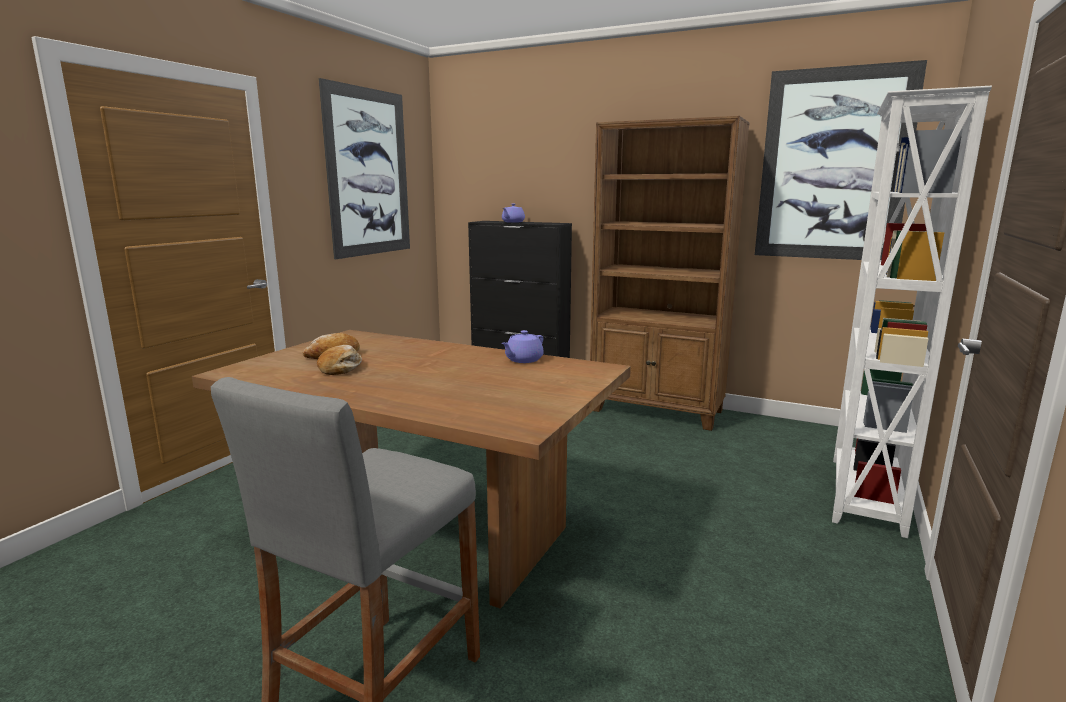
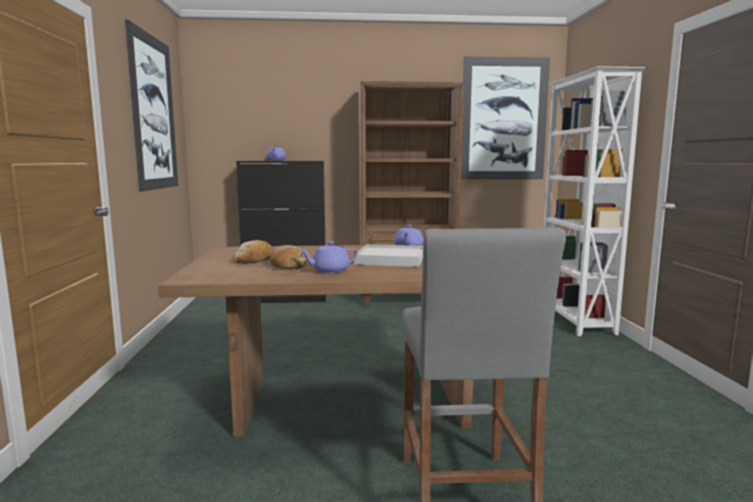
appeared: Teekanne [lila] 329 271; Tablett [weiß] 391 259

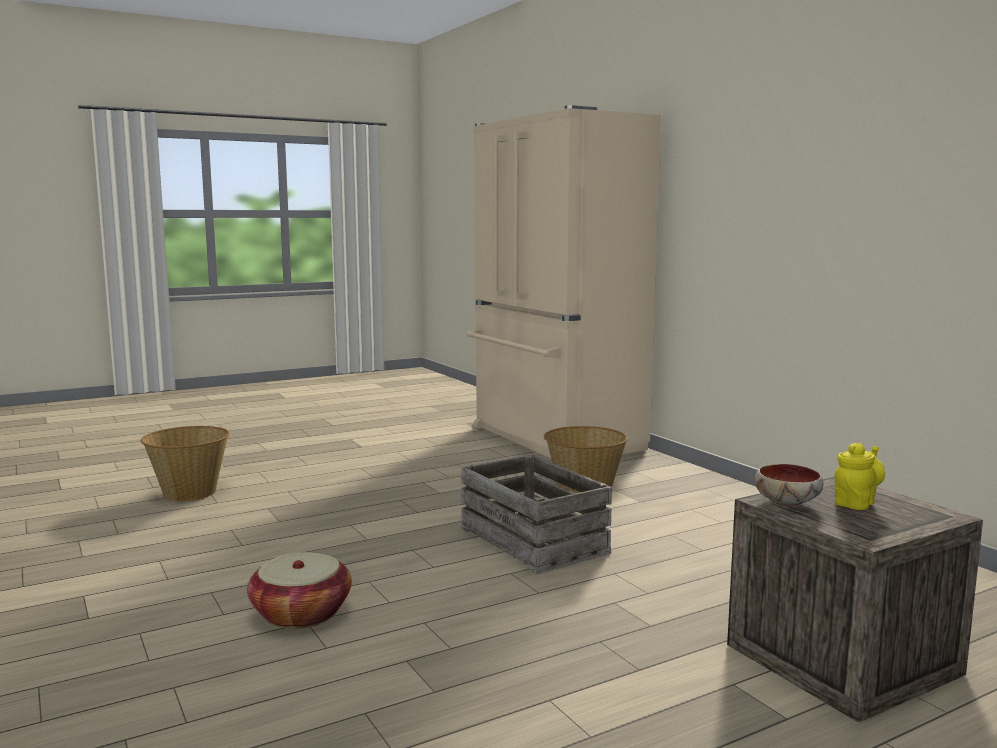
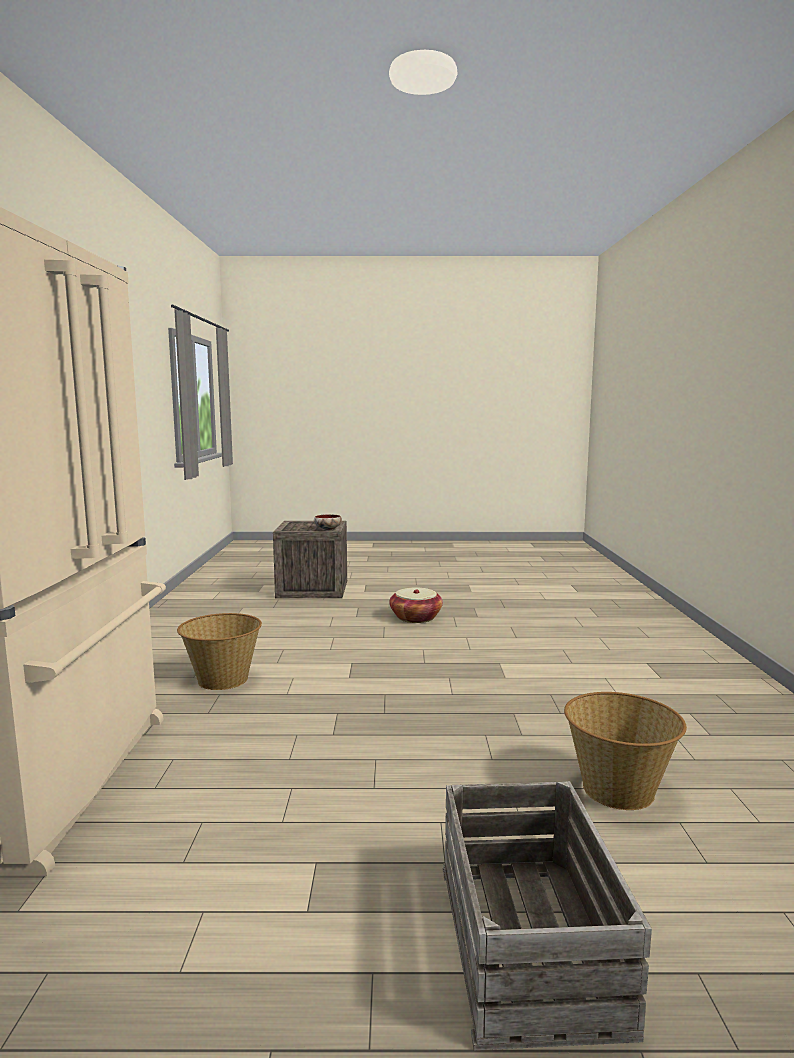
missing: Teekanne [gelb] 856 503
relocated: Kiste 532 541 to 530 943; Korb 301 614 to 415 618

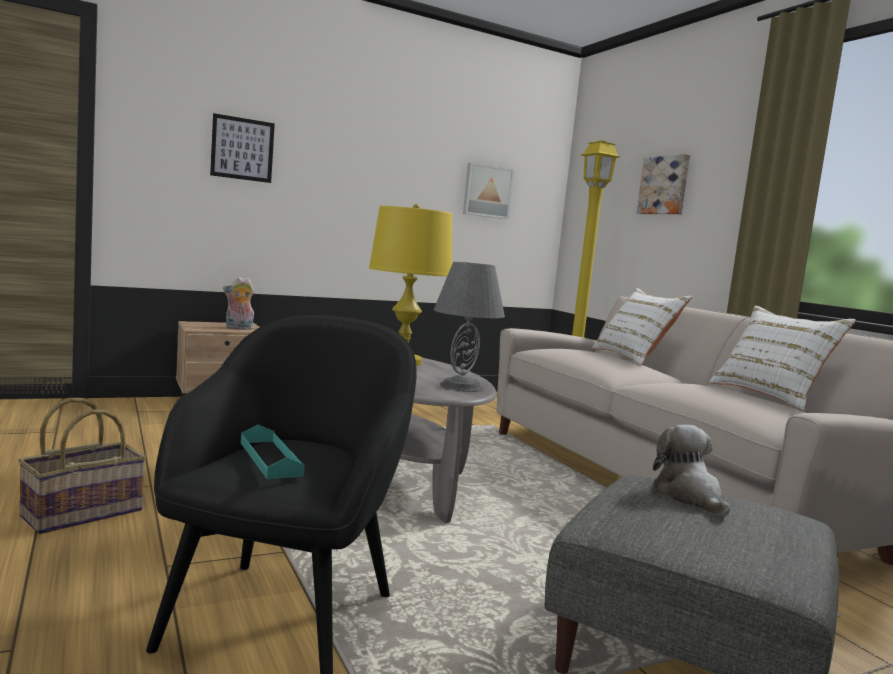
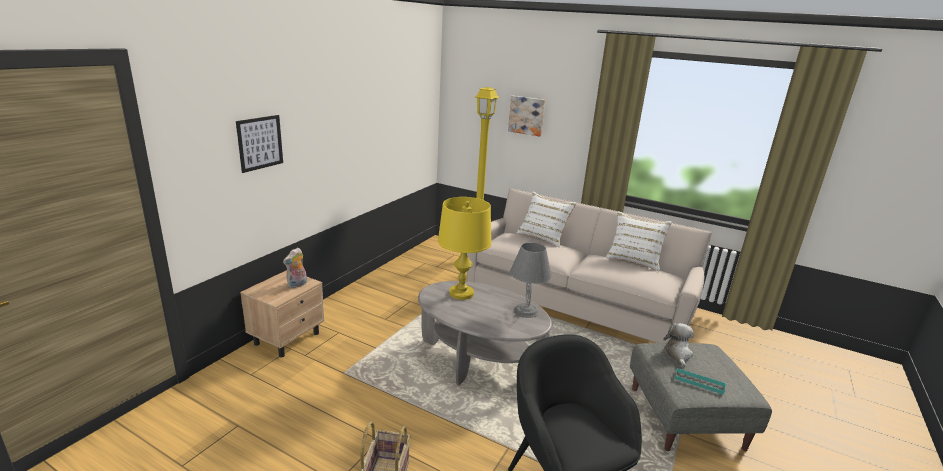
missing: Bild 487 191
relocated: Tablett [türkis] 270 458 to 699 382
spun: Plüschtier 689 497 = 678 354 60 degrees clockwise

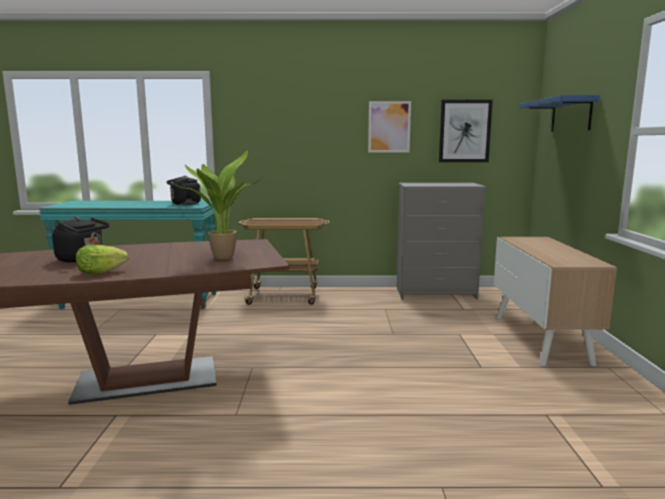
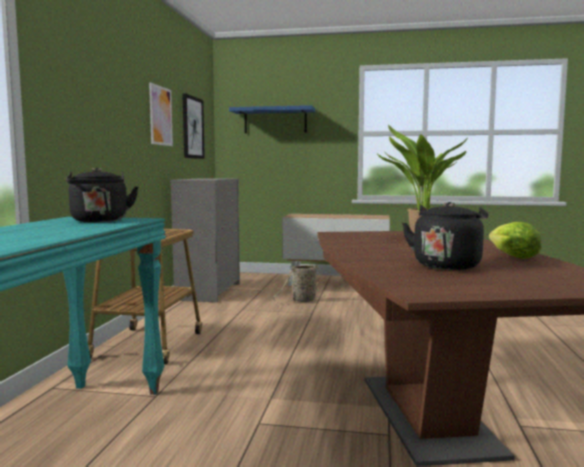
appeared: Korb 302 300

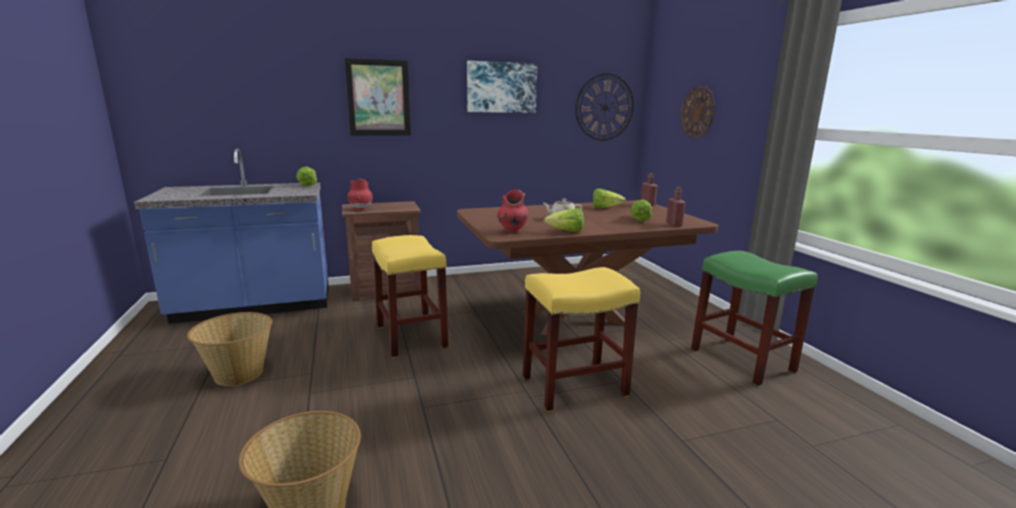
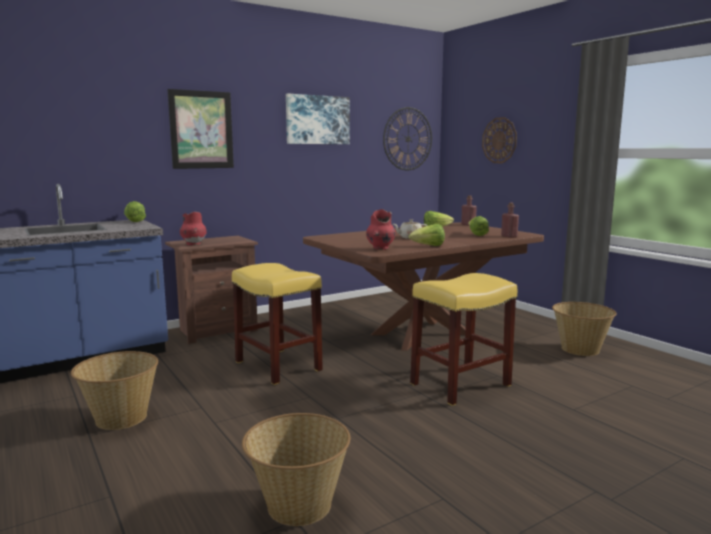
exchanged: Hocker [grün] 740 360 to Korb 580 349

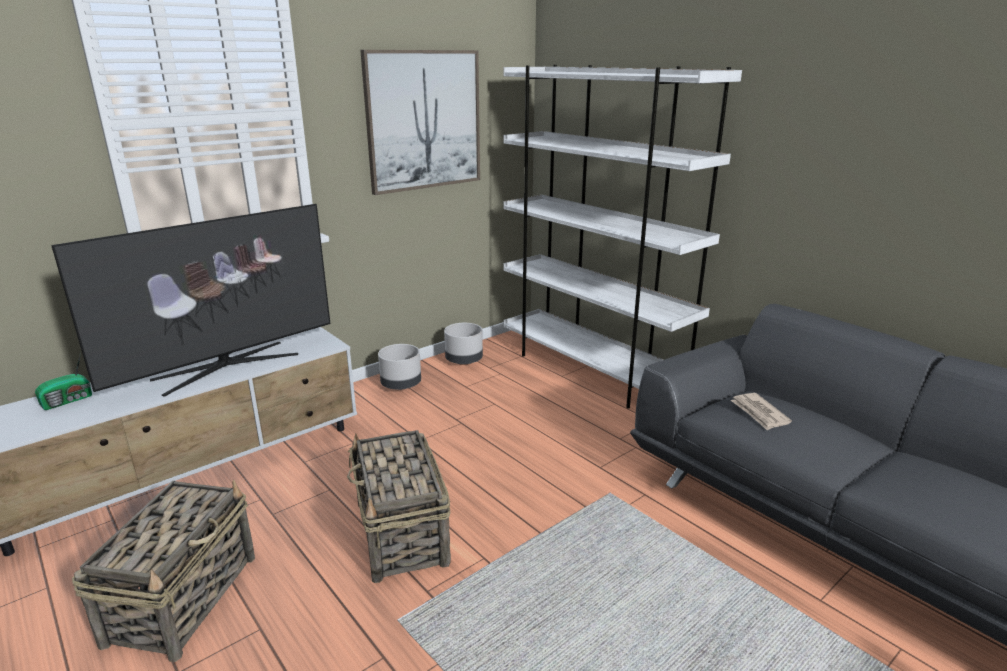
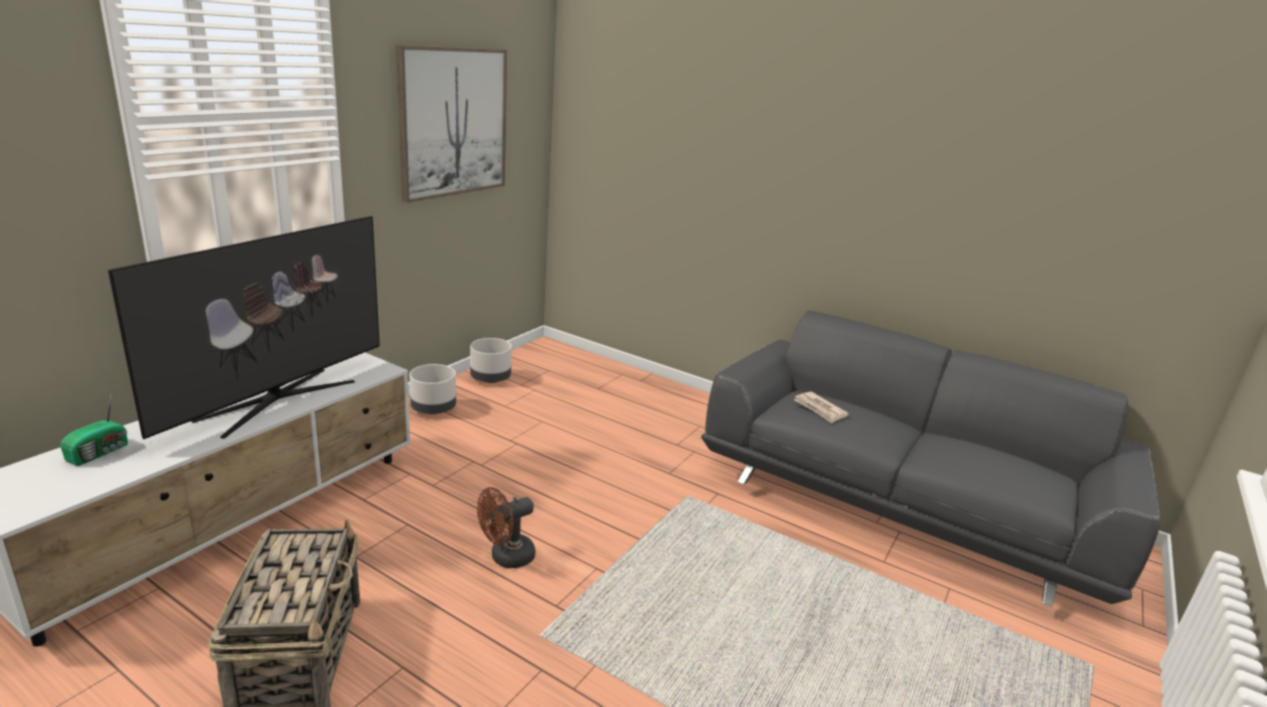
missing: Bücherregal [weiß] 592 371
exchanged: Korb 401 534 to Ventilator [braun] 506 558

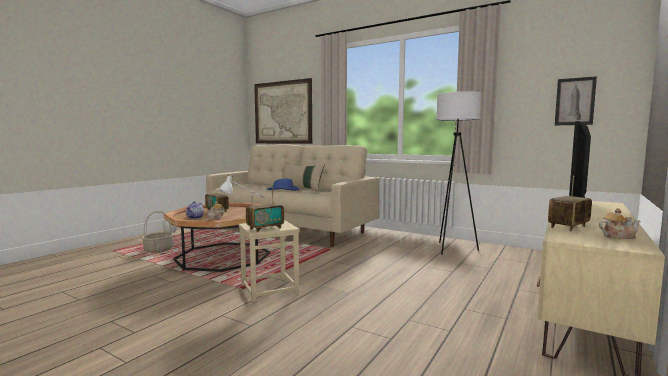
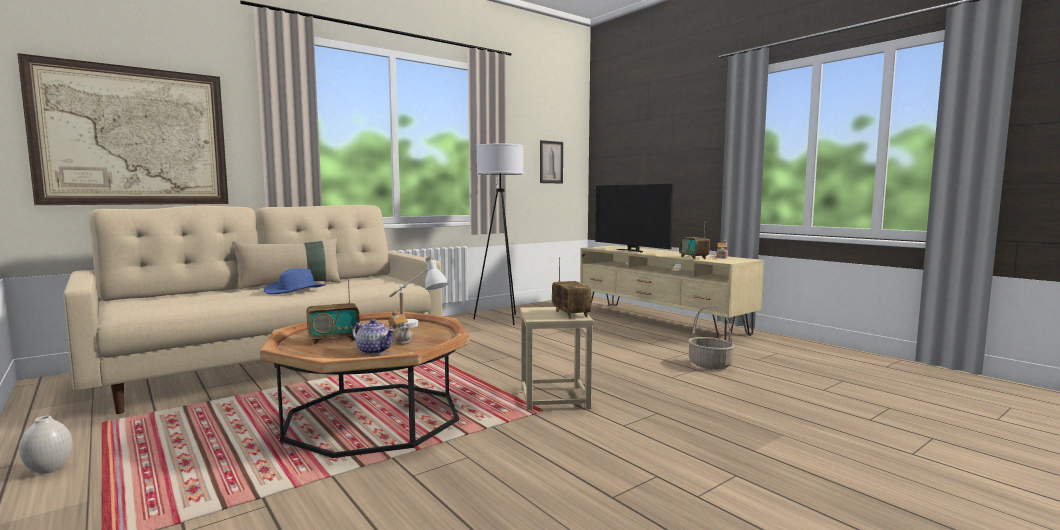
relocated: Korb 158 250 to 710 365

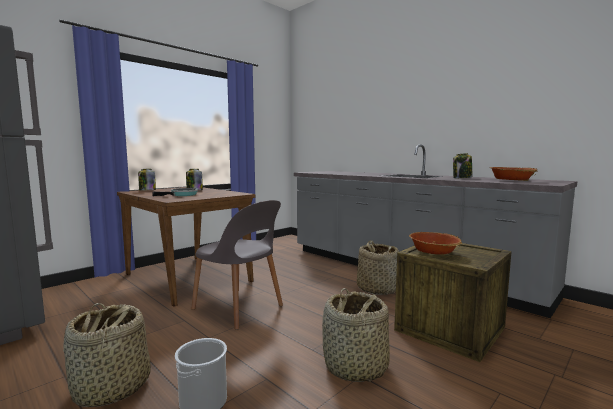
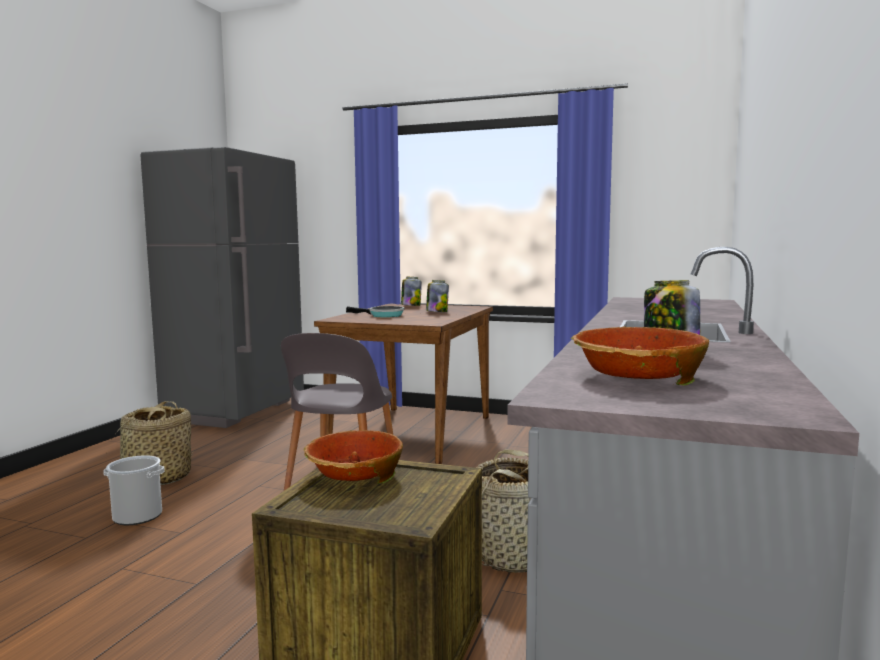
missing: Korb 355 367

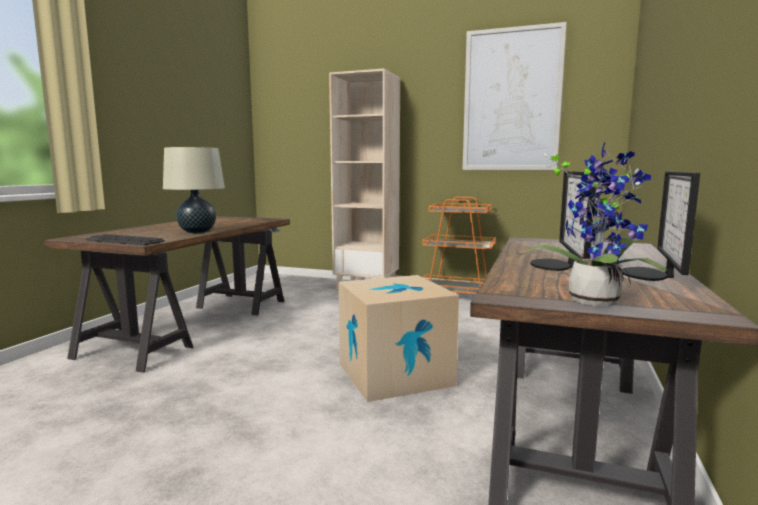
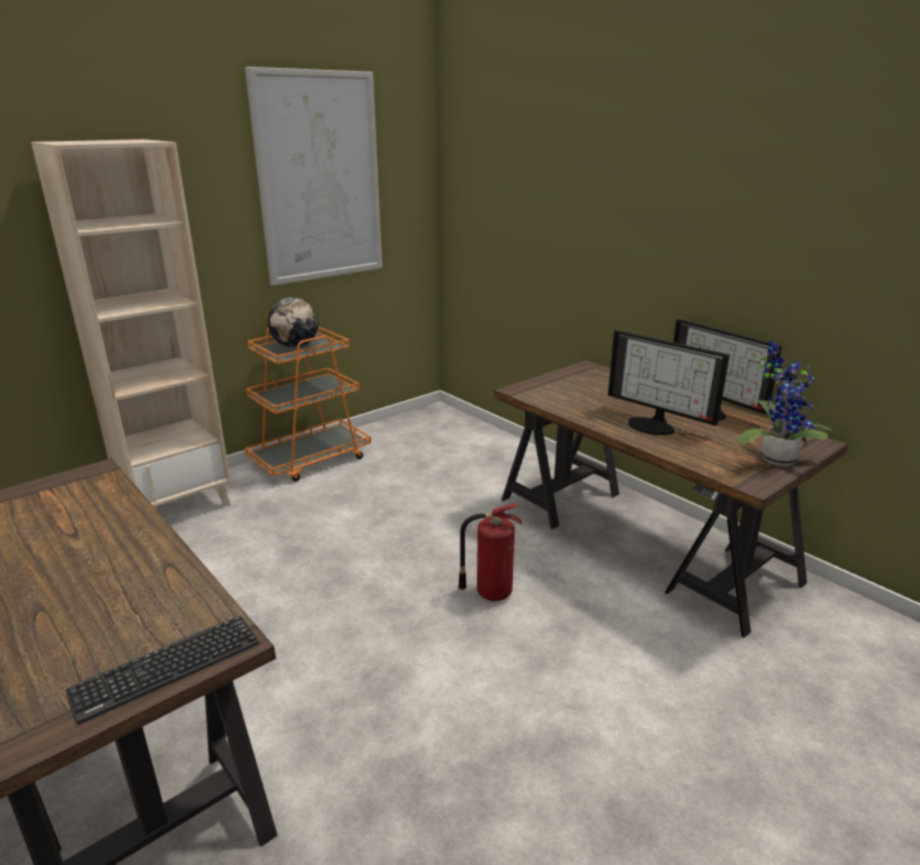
missing: Tischlampe [beige] 197 231
appeared: Globus 296 346
exchanged: Karton 394 374 to Feuerlöscher 491 592

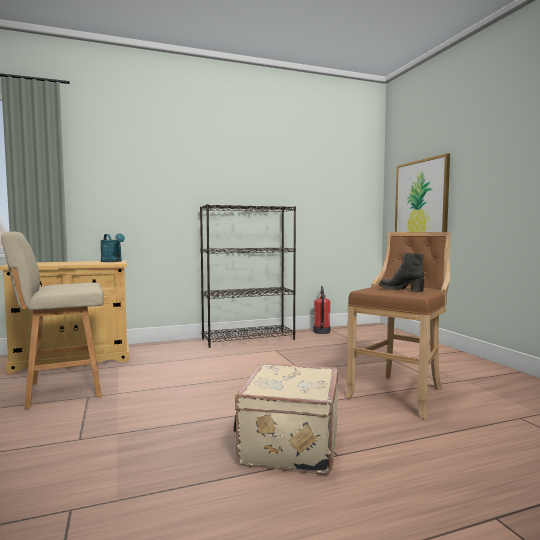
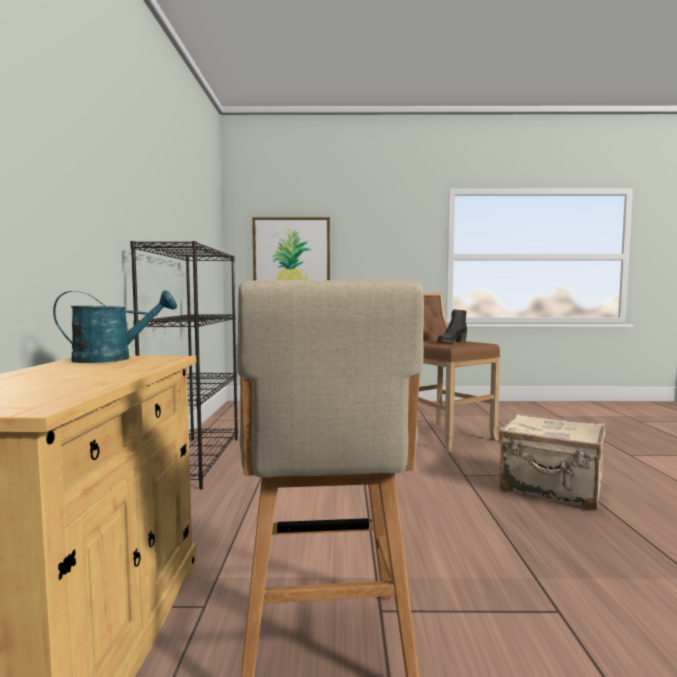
missing: Feuerlöscher 321 332

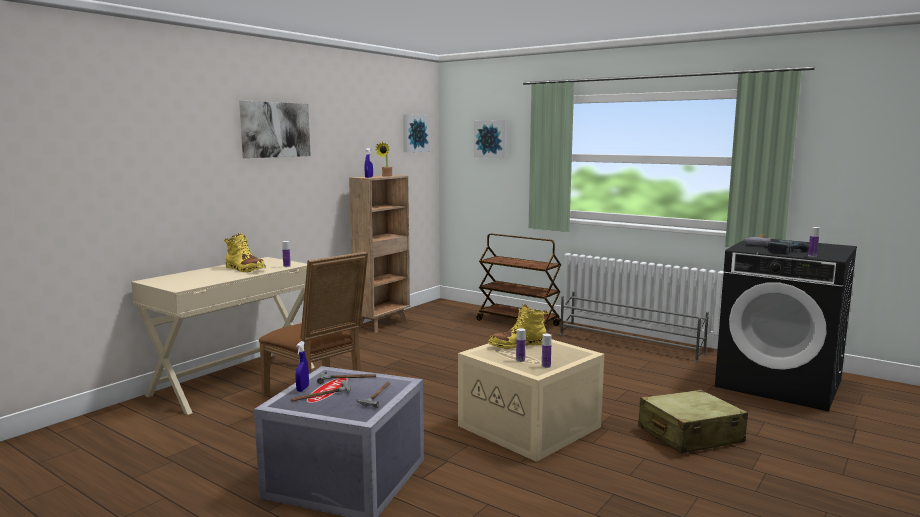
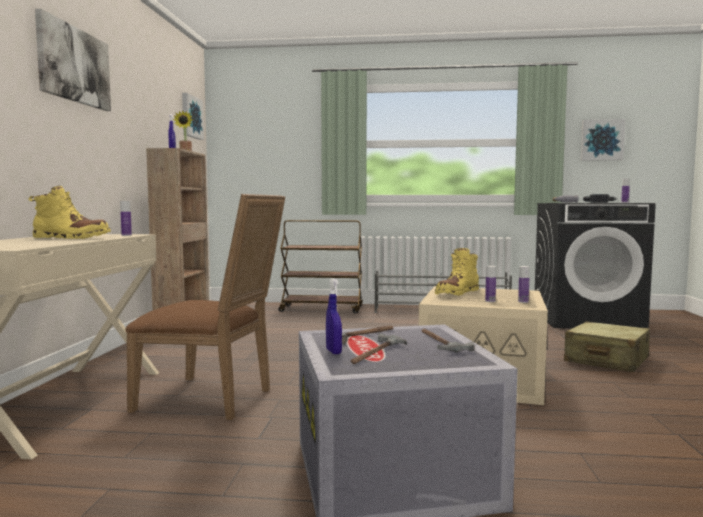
relocated: Bild 491 139 to 601 140

